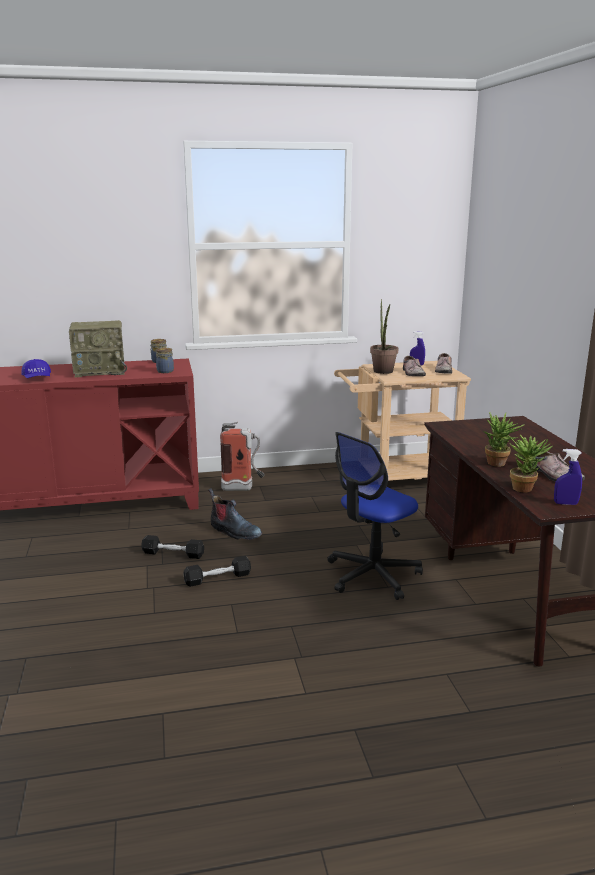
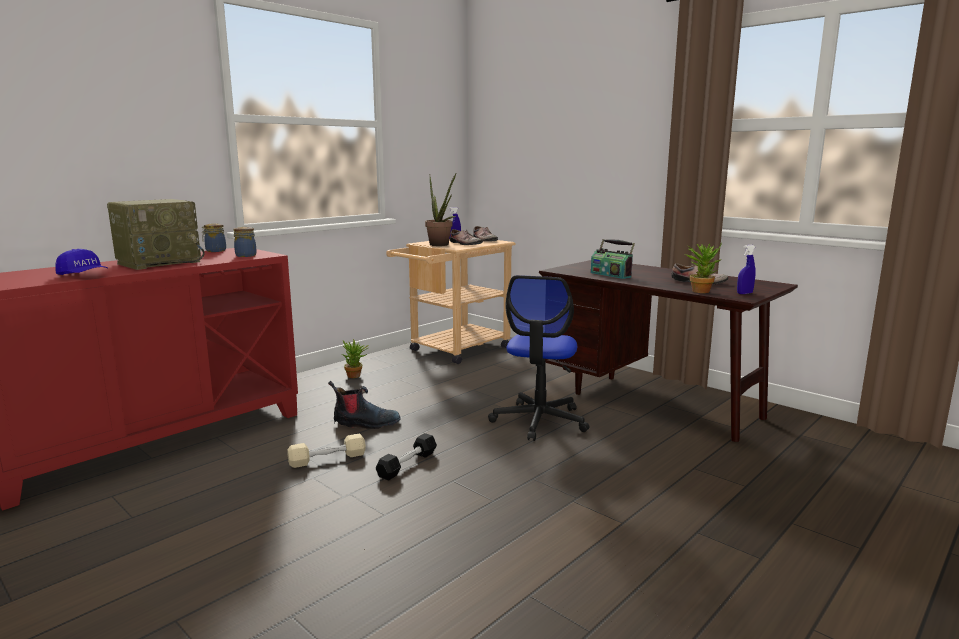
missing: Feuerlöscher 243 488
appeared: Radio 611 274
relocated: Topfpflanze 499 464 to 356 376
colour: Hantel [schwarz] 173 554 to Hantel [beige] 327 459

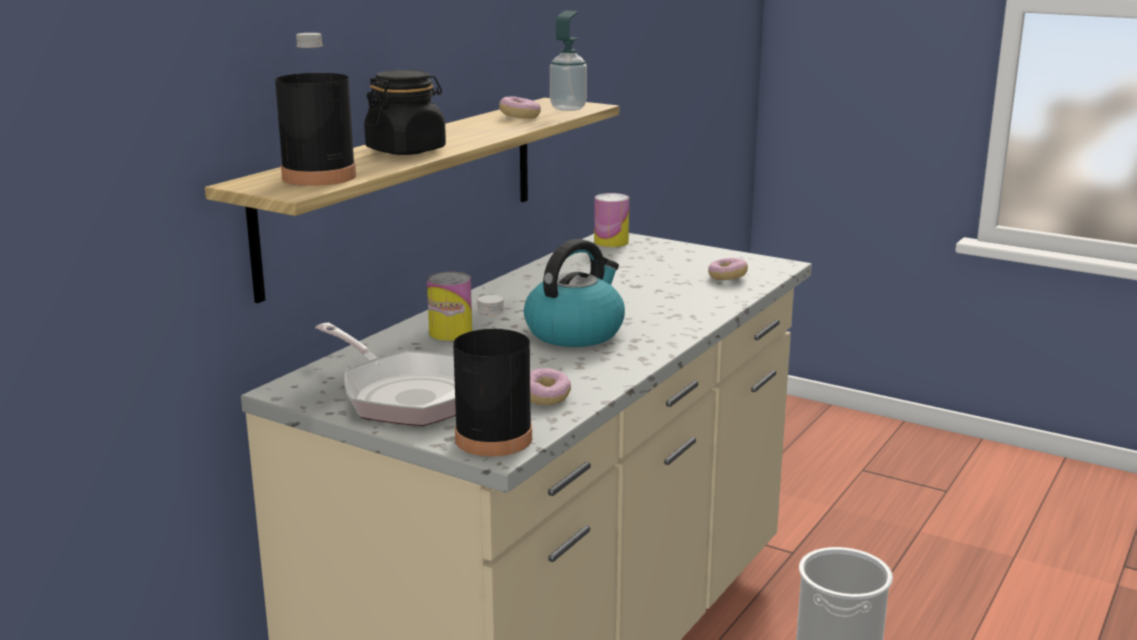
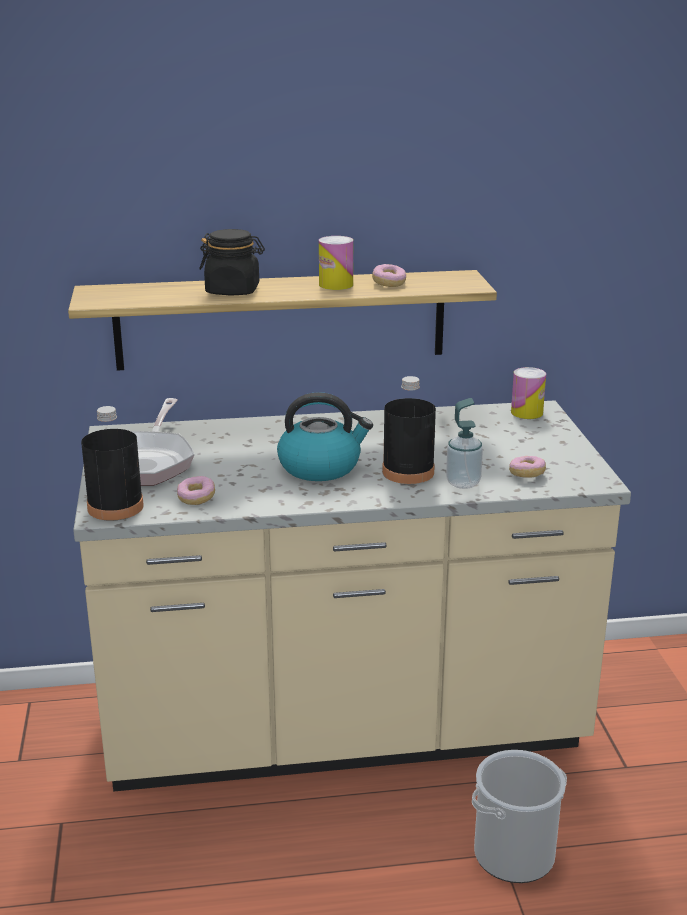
relocated: Seifenspender 568 108 to 463 483; Flasche [schwarz] 319 177 to 408 472; Dose 450 333 to 336 285

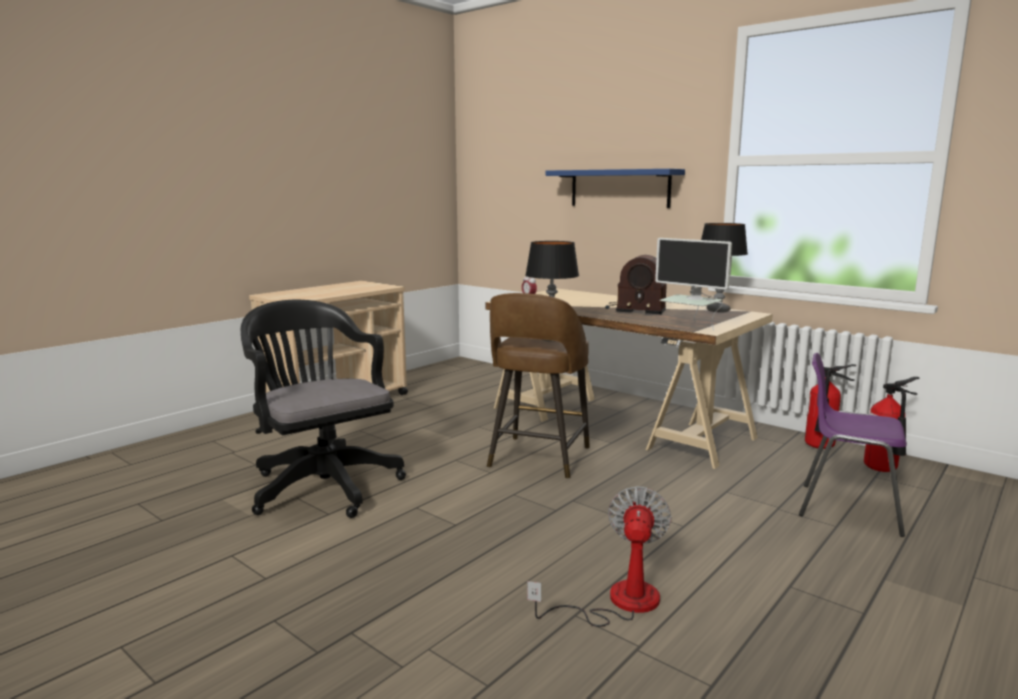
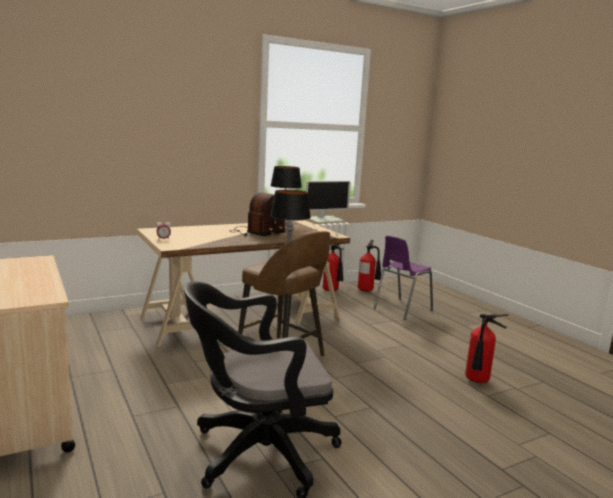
missing: Wandregal [blau] 619 188
exchanged: Ventilator 618 602 to Feuerlöscher 477 382

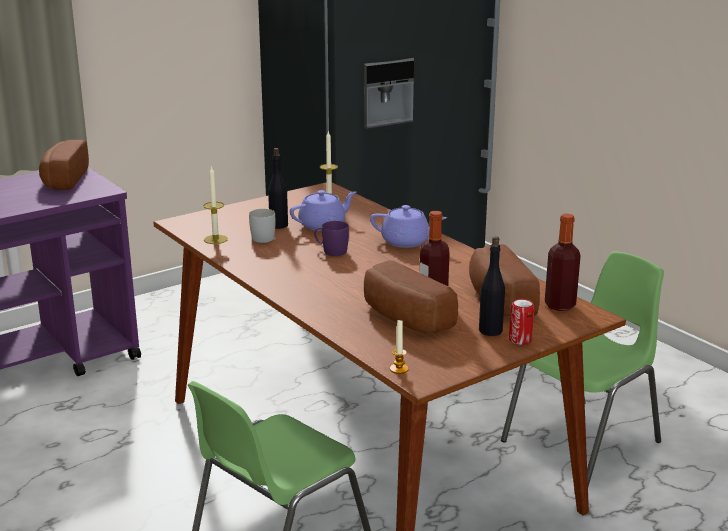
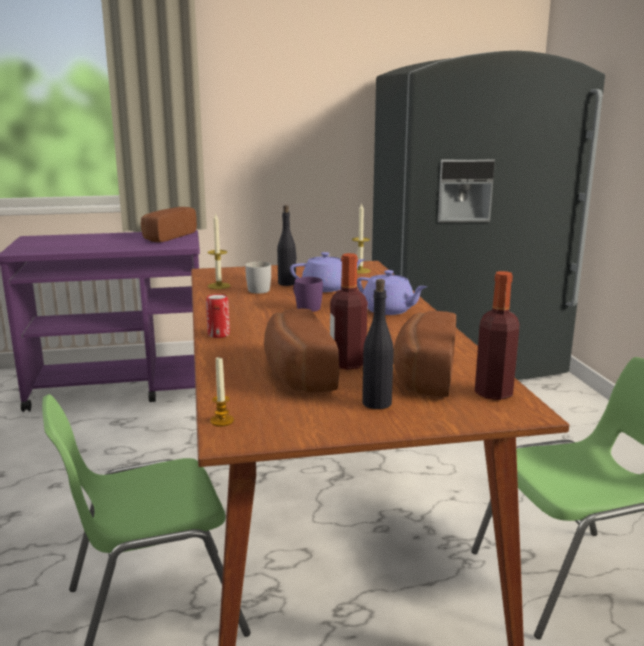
relocated: Dose 520 340 to 218 334

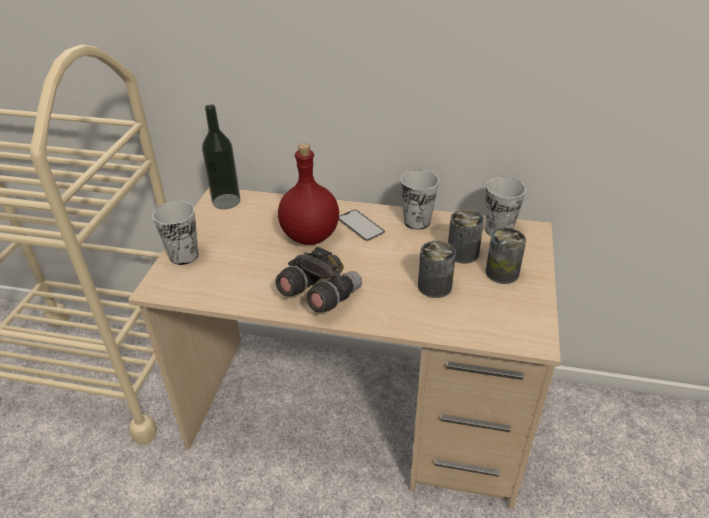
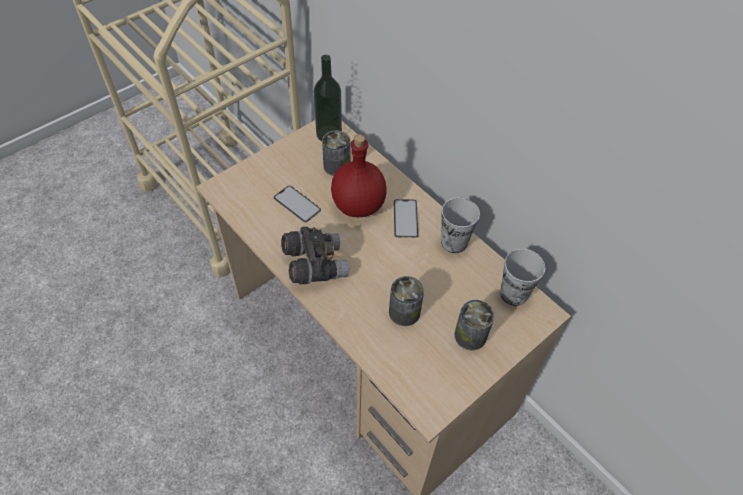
missing: Tasse 184 255
appeared: Handy 297 204
relocated: Dose 462 253 to 336 166

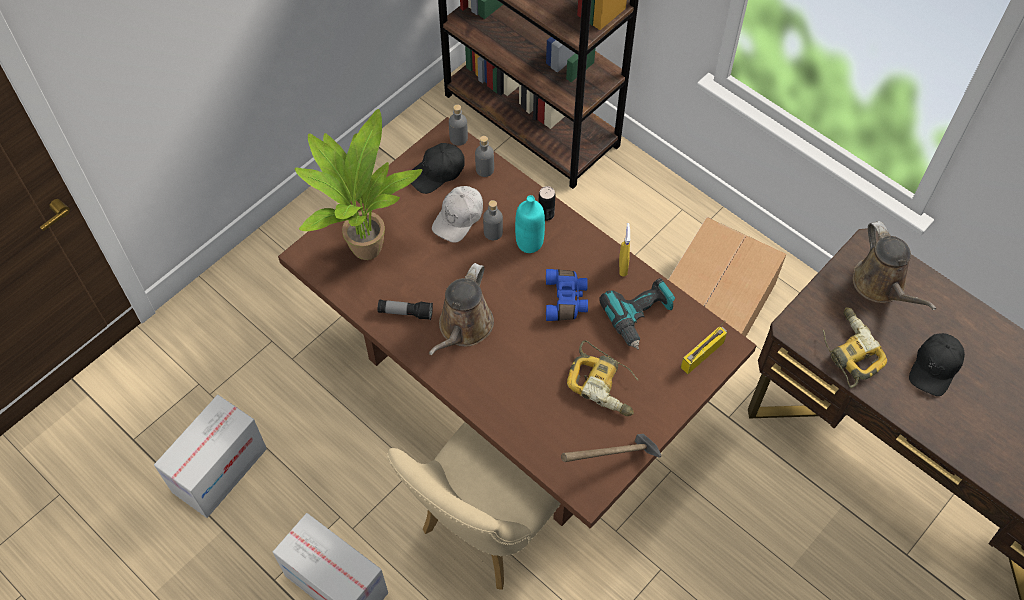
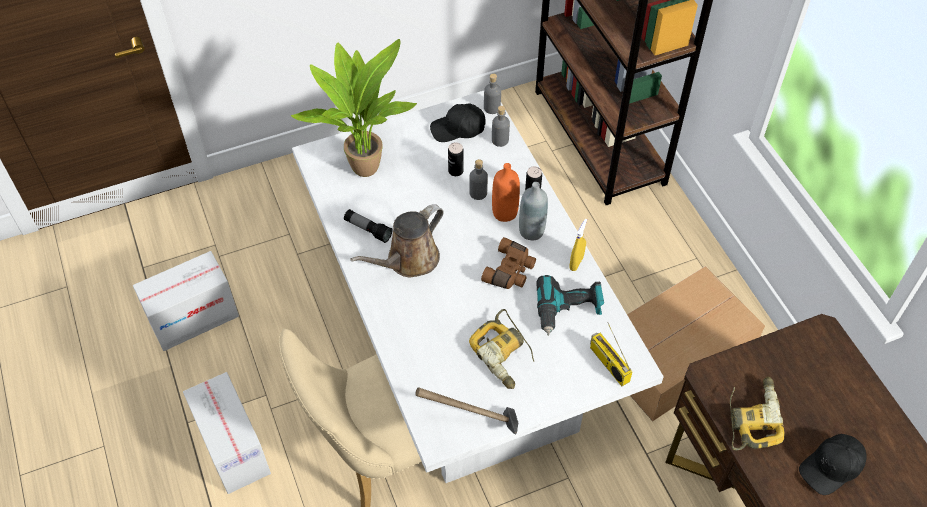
missing: Gießkanne [braun] 881 285
appeared: Flasche [grau] 531 231
exchanged: Kappe [weiß] 459 218 to Dose 455 171
colour: Esstisch [braun] 514 390 to Esstisch [weiß] 465 352; Flasche [türkis] 529 243 to Flasche [orange] 504 212; Fernglas [blau] 566 300 to Fernglas [braun] 510 271
spun: Radio 702 353 = 608 364 105 degrees counterclockwise

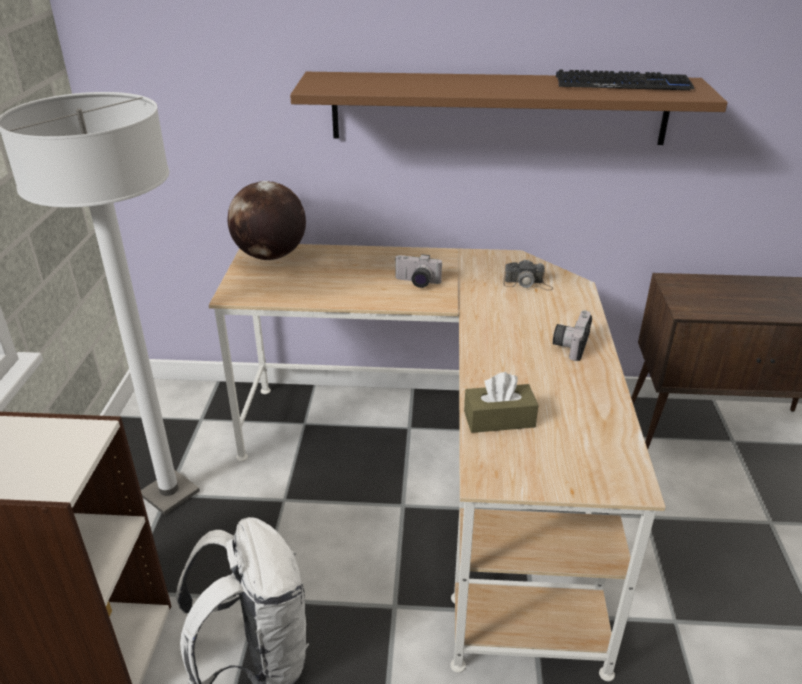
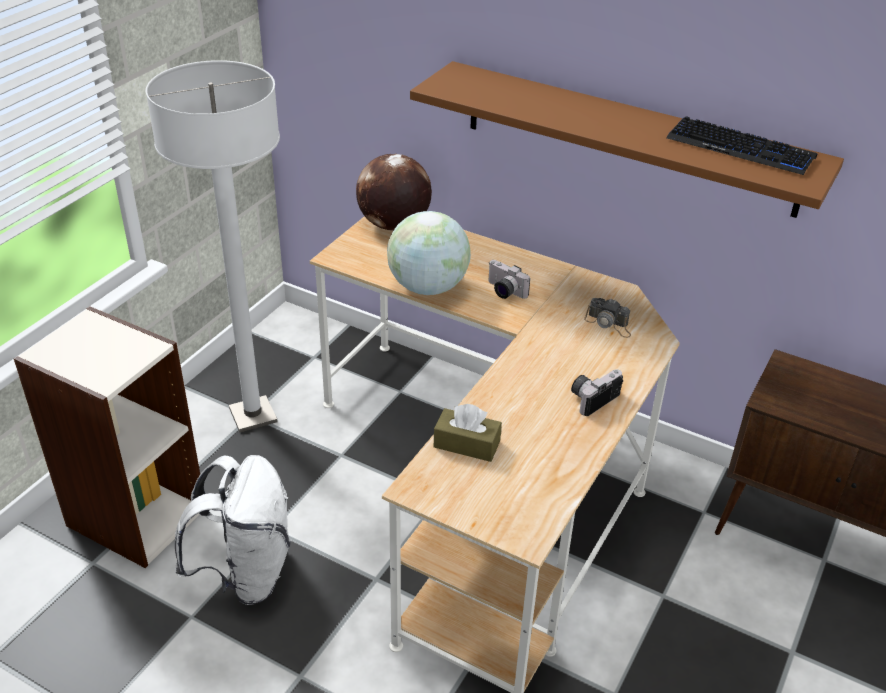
appeared: Globus 428 287

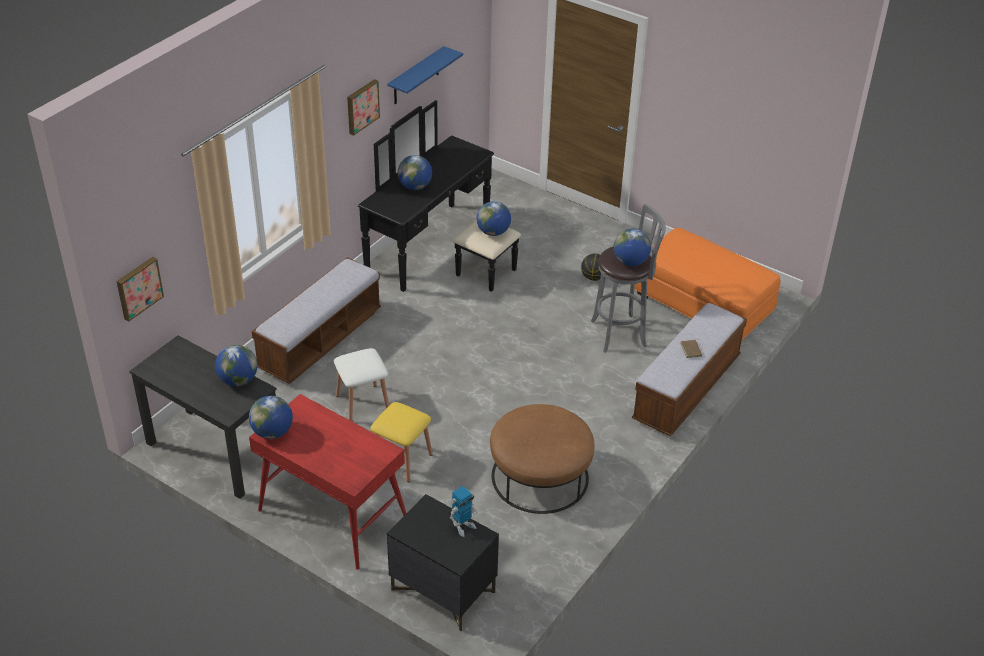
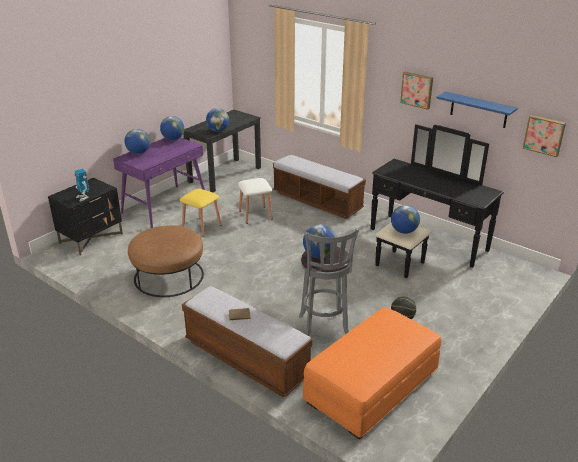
relocated: Globus 415 186 to 138 153; Bild 138 287 to 544 135
colour: Schreibtisch [rot] 332 515 to Schreibtisch [lila] 165 206

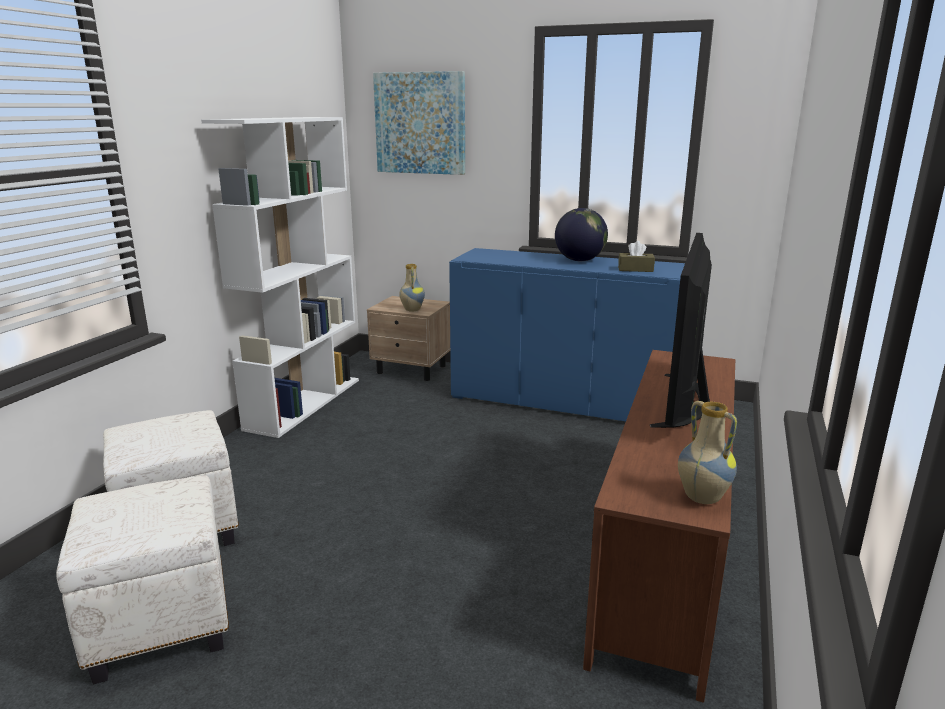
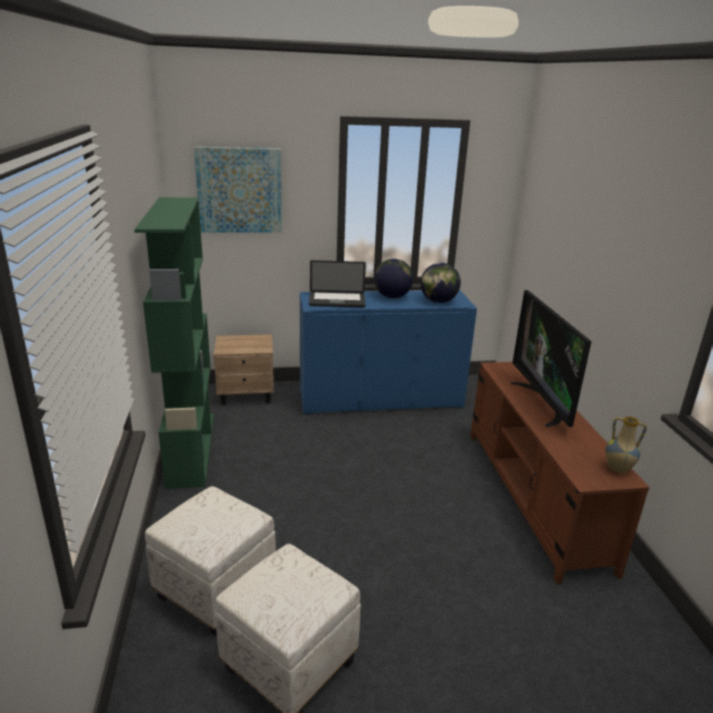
missing: Vase 411 310
appeared: Laptop 337 301
exchanged: Taschentuchbox [braun] 635 269 to Globus 438 301
colour: Bücherregal [weiß] 304 403 to Bücherregal [grün] 191 448

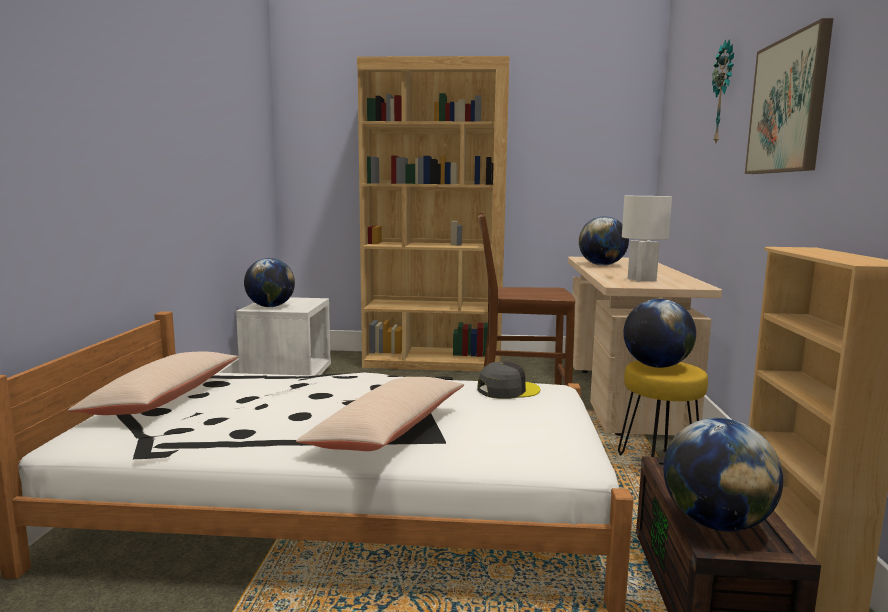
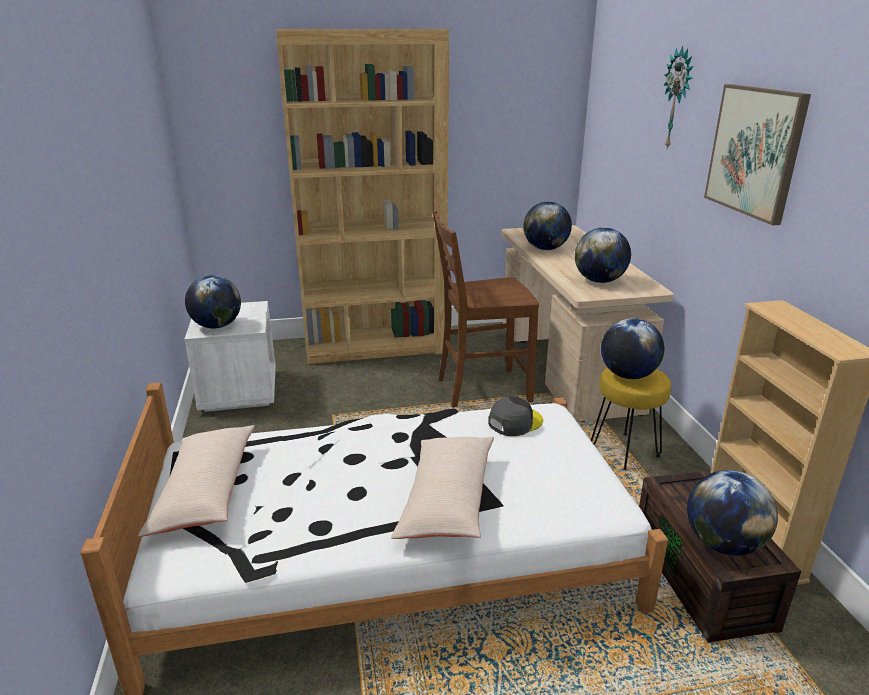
exchanged: Tischlampe [weiß] 642 280 to Globus 599 281

